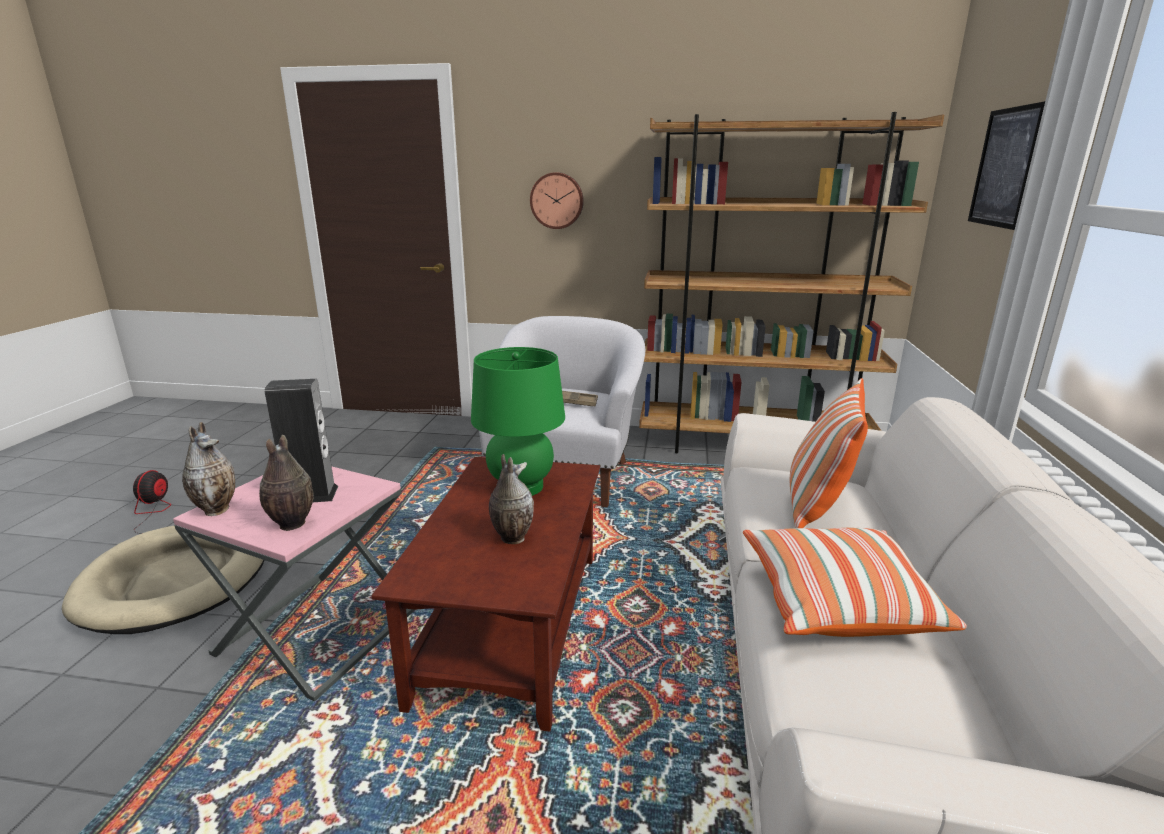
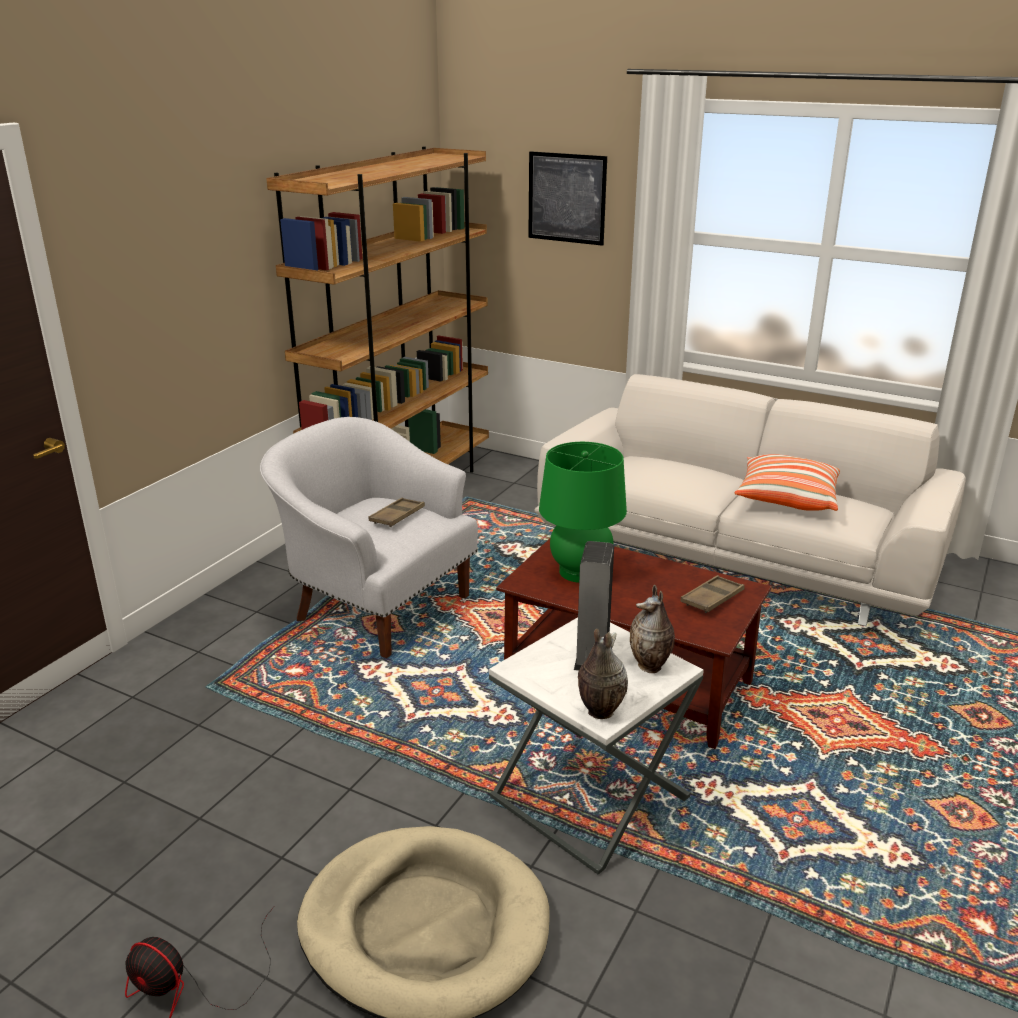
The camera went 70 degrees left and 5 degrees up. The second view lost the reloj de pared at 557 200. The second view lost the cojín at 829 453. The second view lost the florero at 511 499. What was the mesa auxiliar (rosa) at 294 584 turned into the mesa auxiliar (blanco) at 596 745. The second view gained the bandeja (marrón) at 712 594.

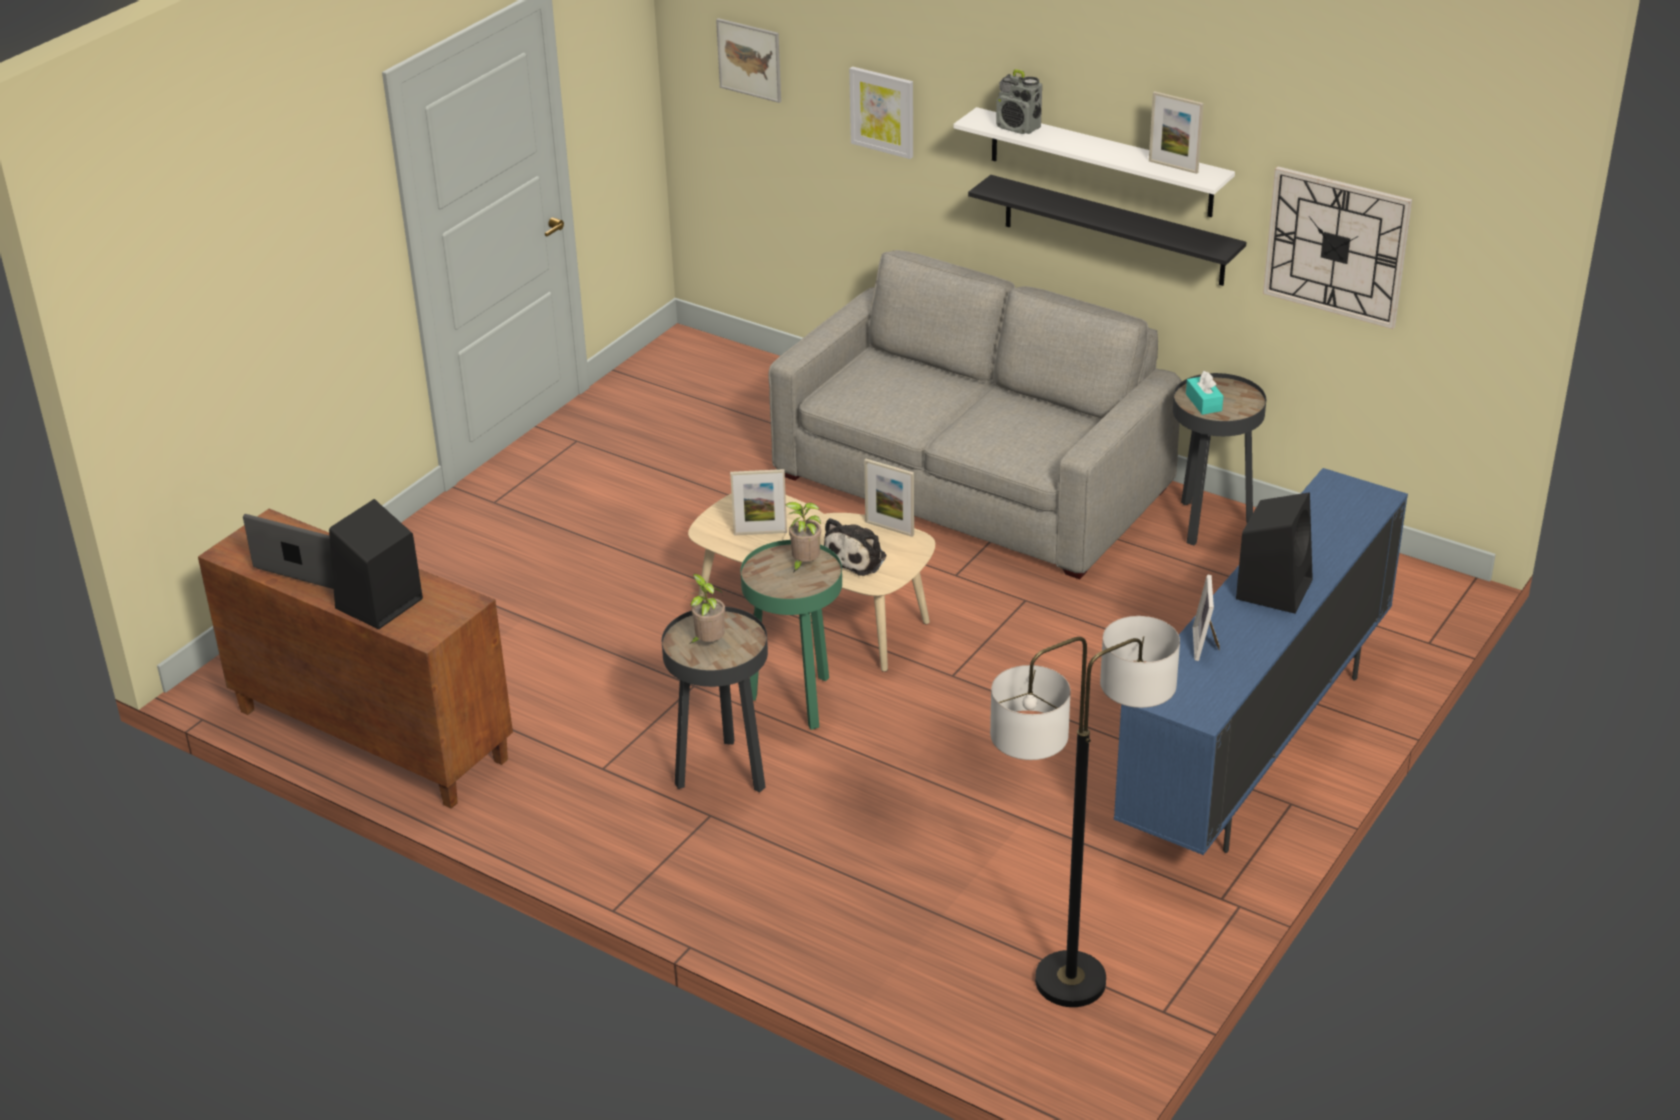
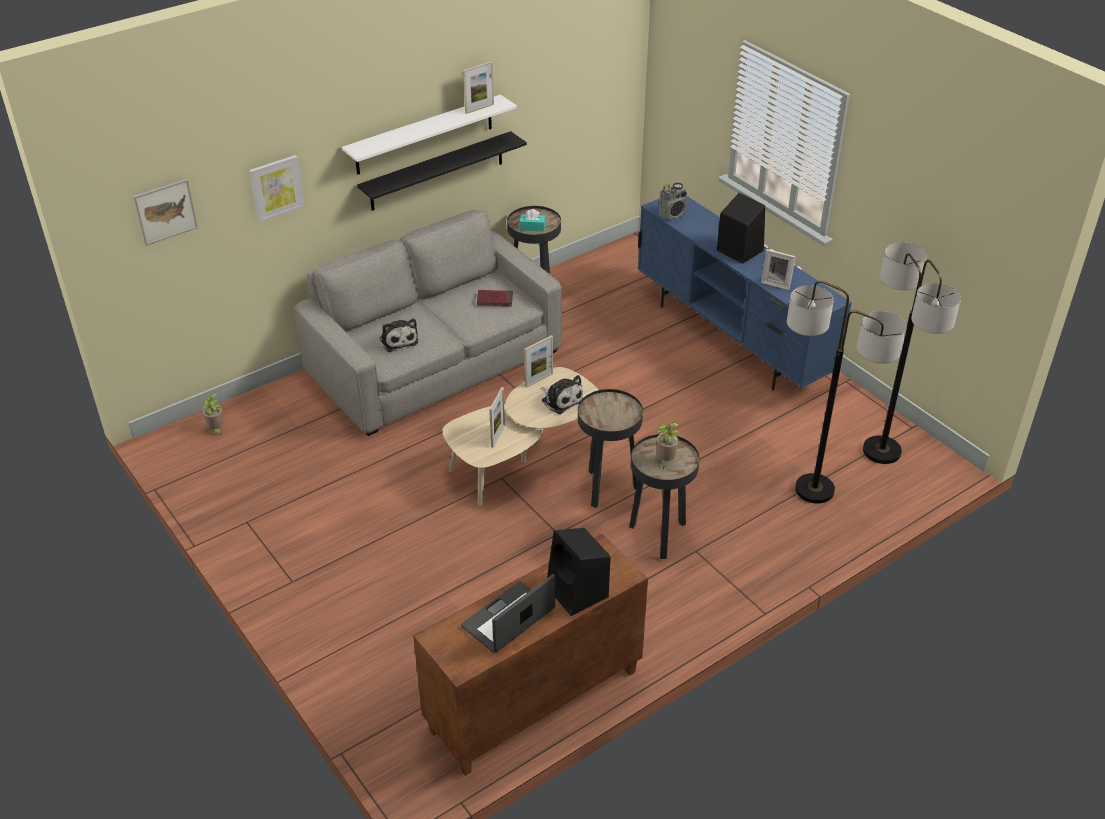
The camera went 70 degrees left and 5 degrees up. The radio ended up elsewhere, having gone from 1019 101 to 673 201. The second view lost the reloj de pared at 1337 247. The planta en maceta ended up elsewhere, having gone from 803 537 to 213 415. What was the mesa auxiliar (verde) at 791 635 turned into the mesa auxiliar (negro) at 610 448. The second view gained the lámpara de pie at 847 392. The second view gained the libro (rojo) at 495 298. The second view gained the peluche at 399 335.

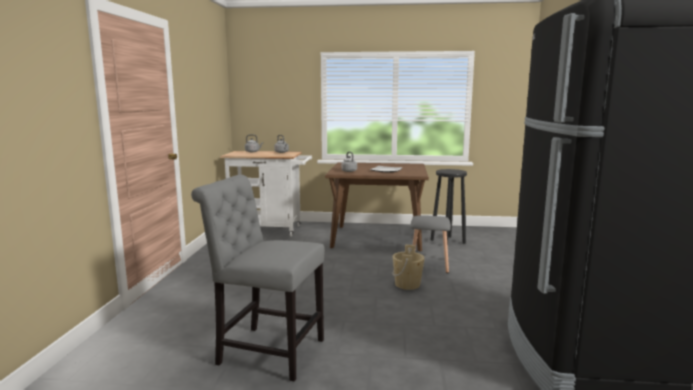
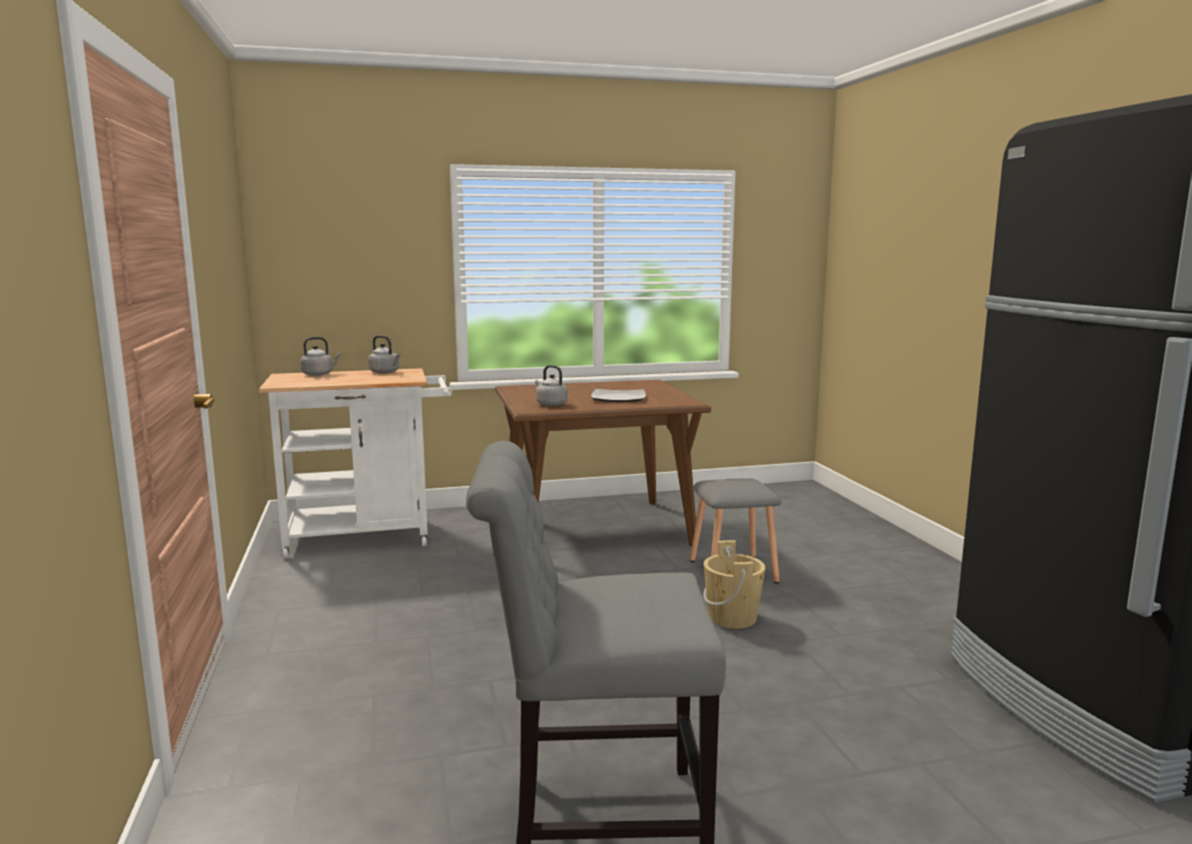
The camera went 20 degrees left and 0 degrees up. The second view lost the taburete (negro) at 449 208.

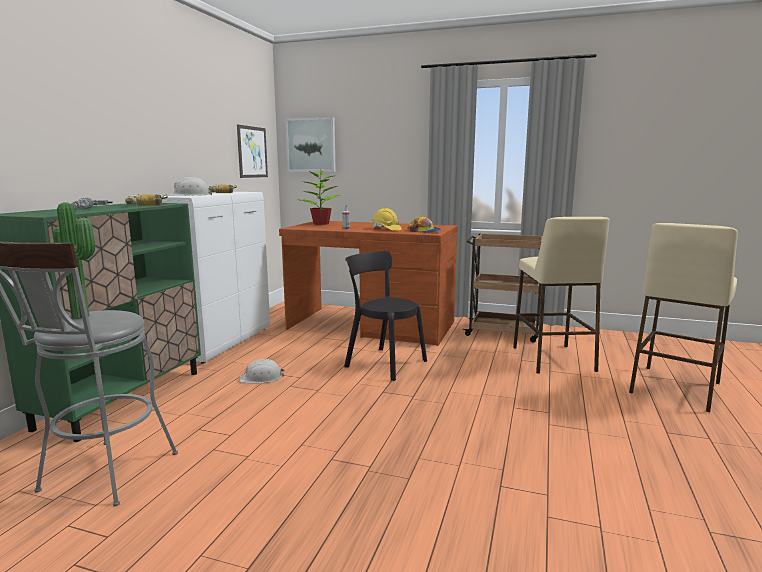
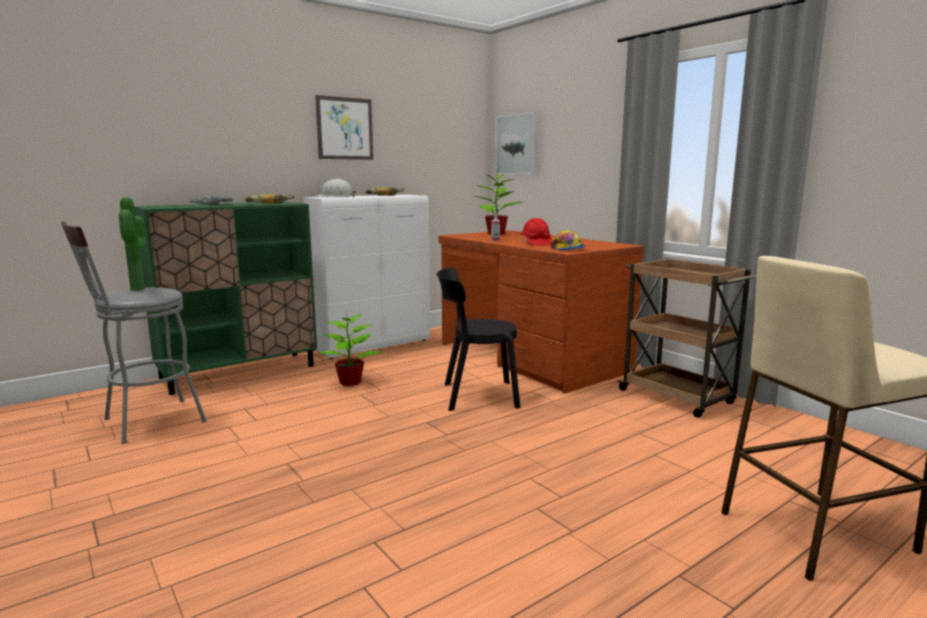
The camera went 35 degrees right and 0 degrees up. The cuadro ended up elsewhere, having gone from 252 151 to 344 127. What was the casco (amarillo) at 387 219 turned into the casco (rojo) at 536 232. The second view lost the taburete (beis) at 561 295. The silla (negro) at 385 316 ended up facing another way, 75 degrees counterclockwise from before. Where the casco (blanco) stood at 261 371, the planta en maceta came to stand at 351 348.

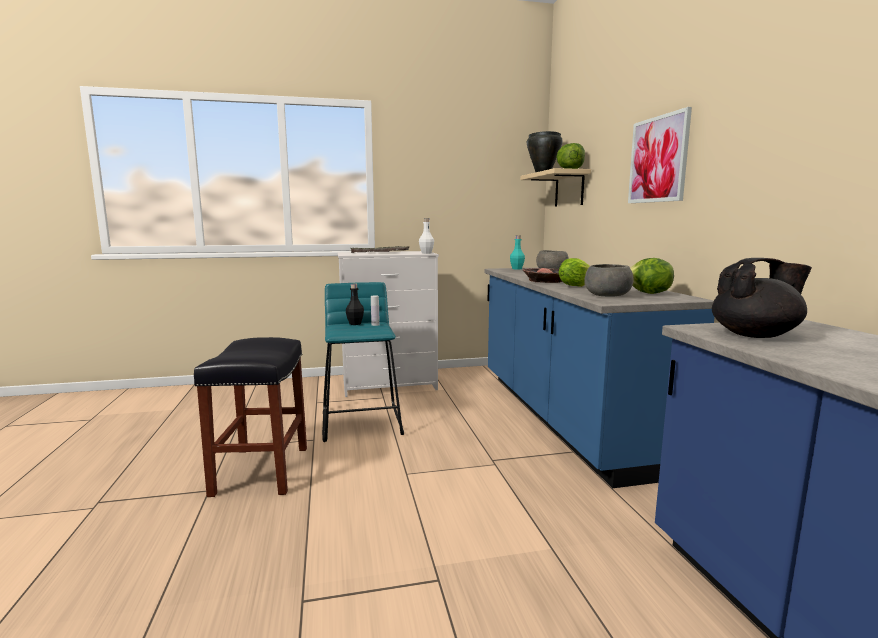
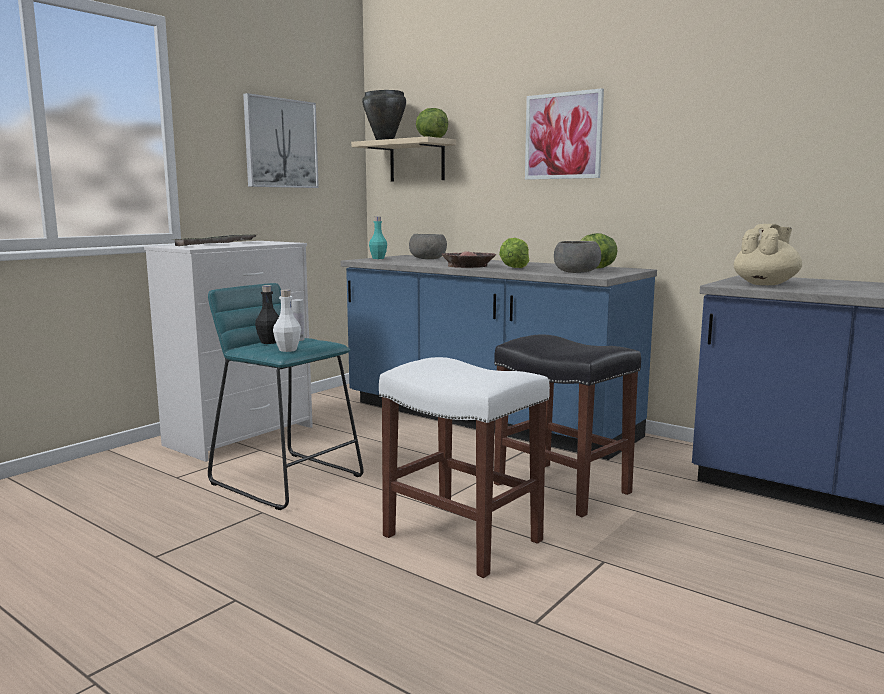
The camera went 40 degrees left and 0 degrees up. The botella (blanco) ended up elsewhere, having gone from 426 236 to 287 321. What was the tetera (negro) at 762 298 turned into the tetera (beis) at 768 254. The taburete (negro) ended up elsewhere, having gone from 250 417 to 567 425. The second view gained the cuadro at 281 140. The second view gained the taburete (blanco) at 464 467.

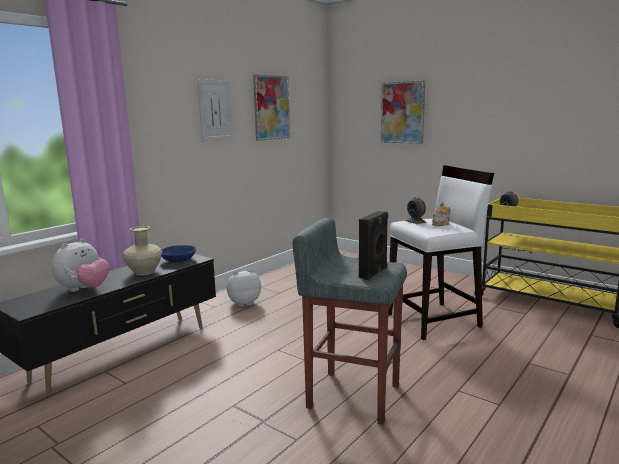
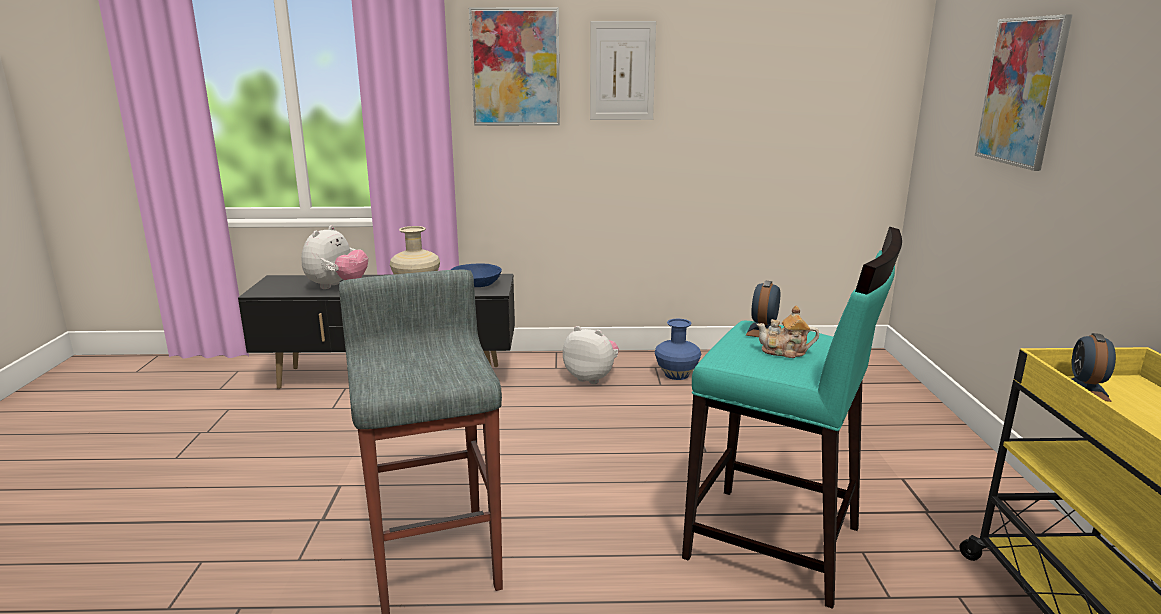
The camera went 50 degrees right and 5 degrees up. The cuadro ended up elsewhere, having gone from 271 108 to 514 67. What was the taburete (blanco) at 441 252 turned into the taburete (turquesa) at 792 418. The second view lost the altavoz (negro) at 373 245. The peluche at 81 265 ended up facing another way, 60 degrees counterclockwise from before. The second view gained the florero (azul) at 678 349.

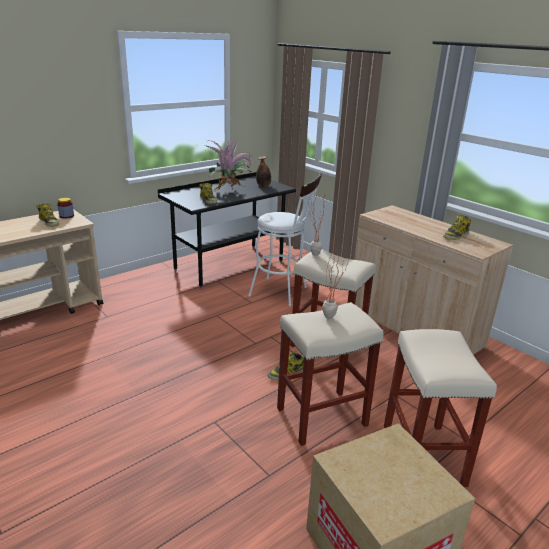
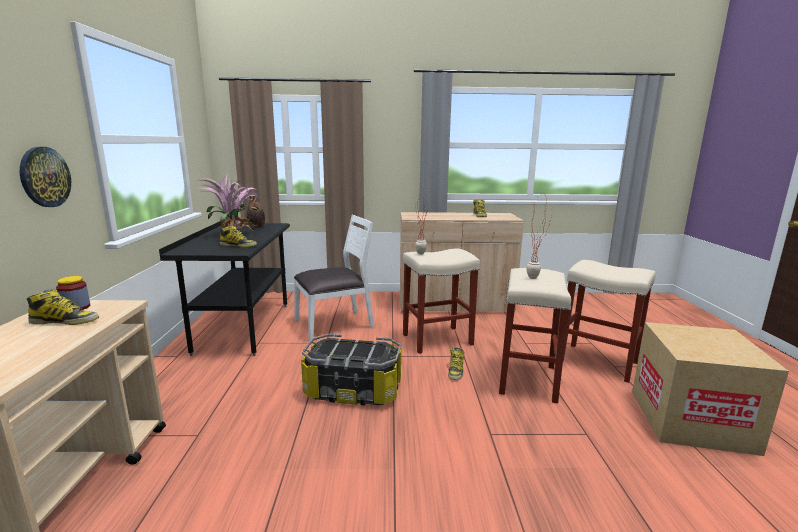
The camera went 50 degrees left and 10 degrees down. Where the taburete (blanco) stood at 285 240, the silla (blanco) came to stand at 334 278. The second view gained the reloj de pared at 45 177. The second view gained the caja de almacenaje at 351 370.

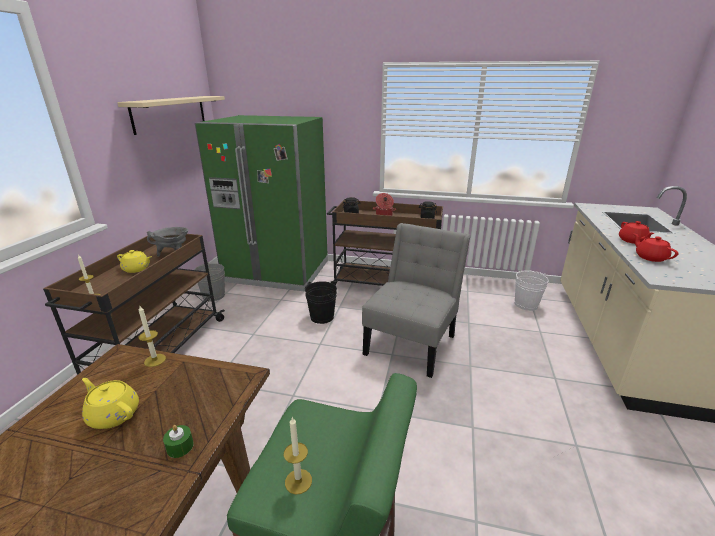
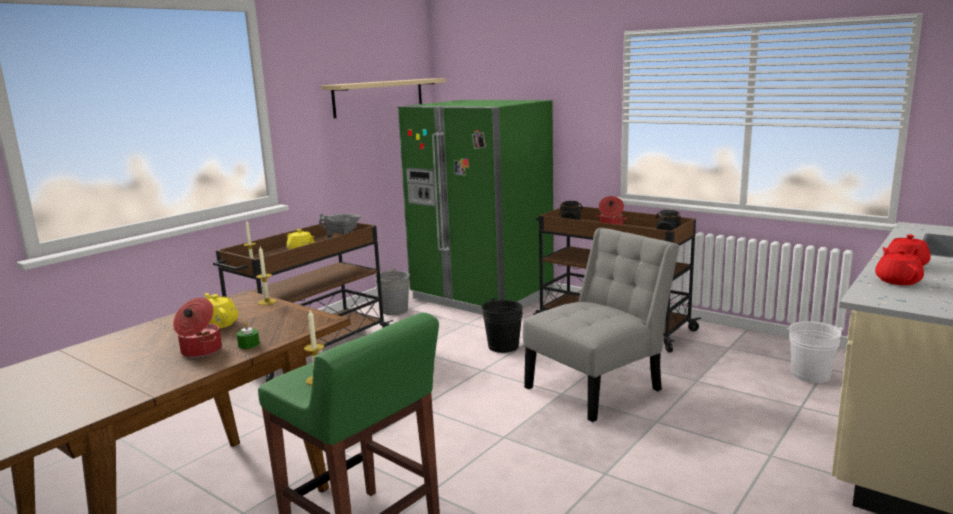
The camera went 25 degrees right and 10 degrees down. The second view gained the olla at 197 328.

